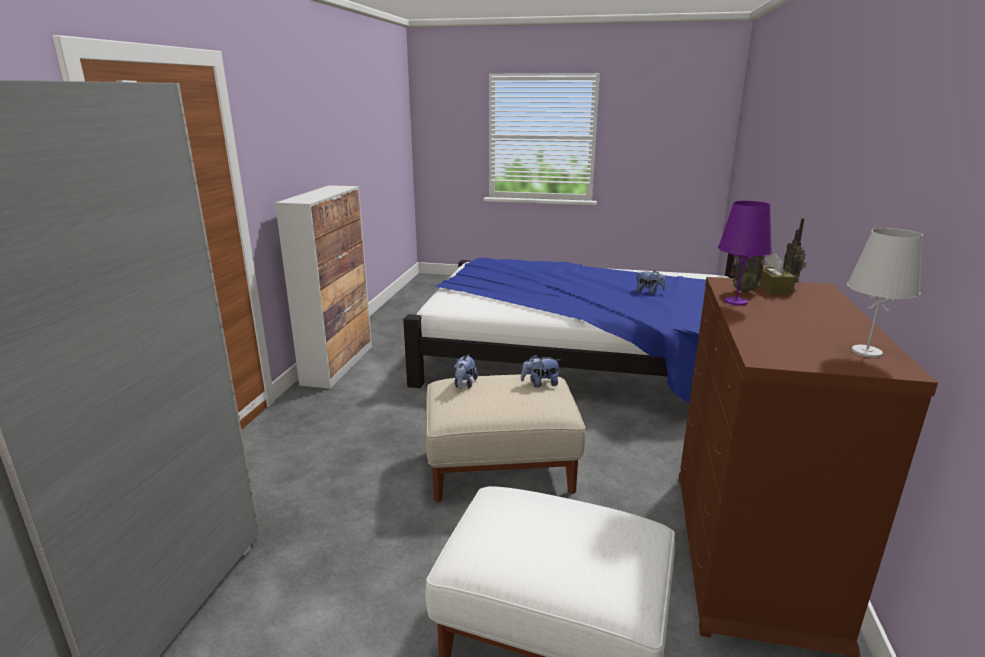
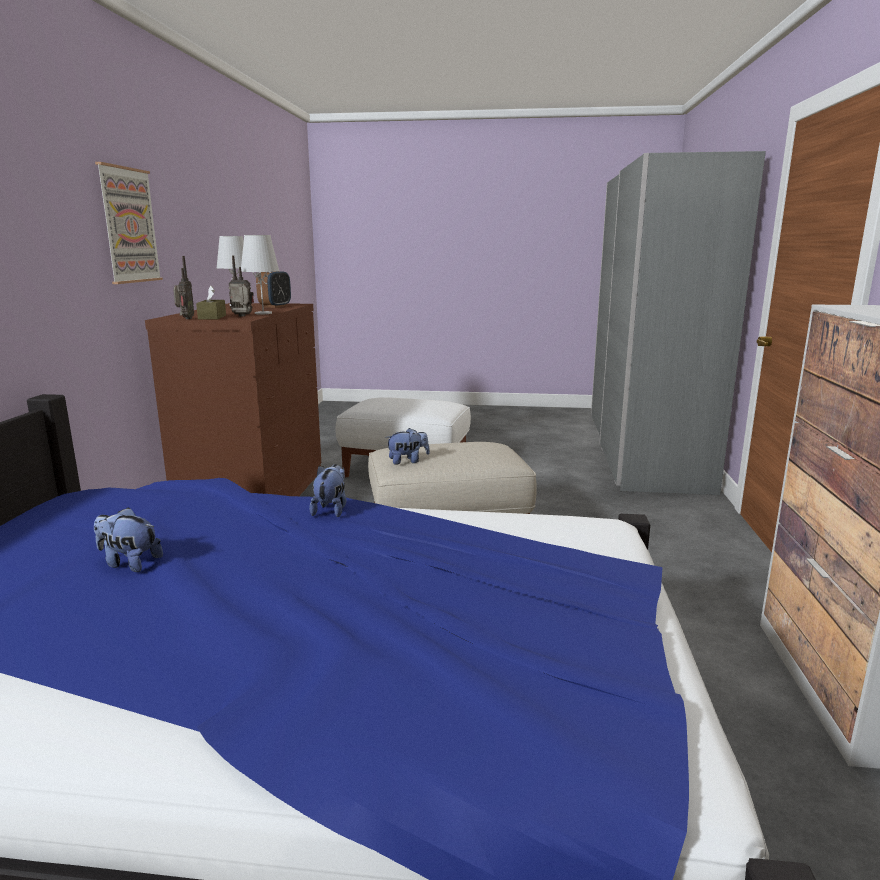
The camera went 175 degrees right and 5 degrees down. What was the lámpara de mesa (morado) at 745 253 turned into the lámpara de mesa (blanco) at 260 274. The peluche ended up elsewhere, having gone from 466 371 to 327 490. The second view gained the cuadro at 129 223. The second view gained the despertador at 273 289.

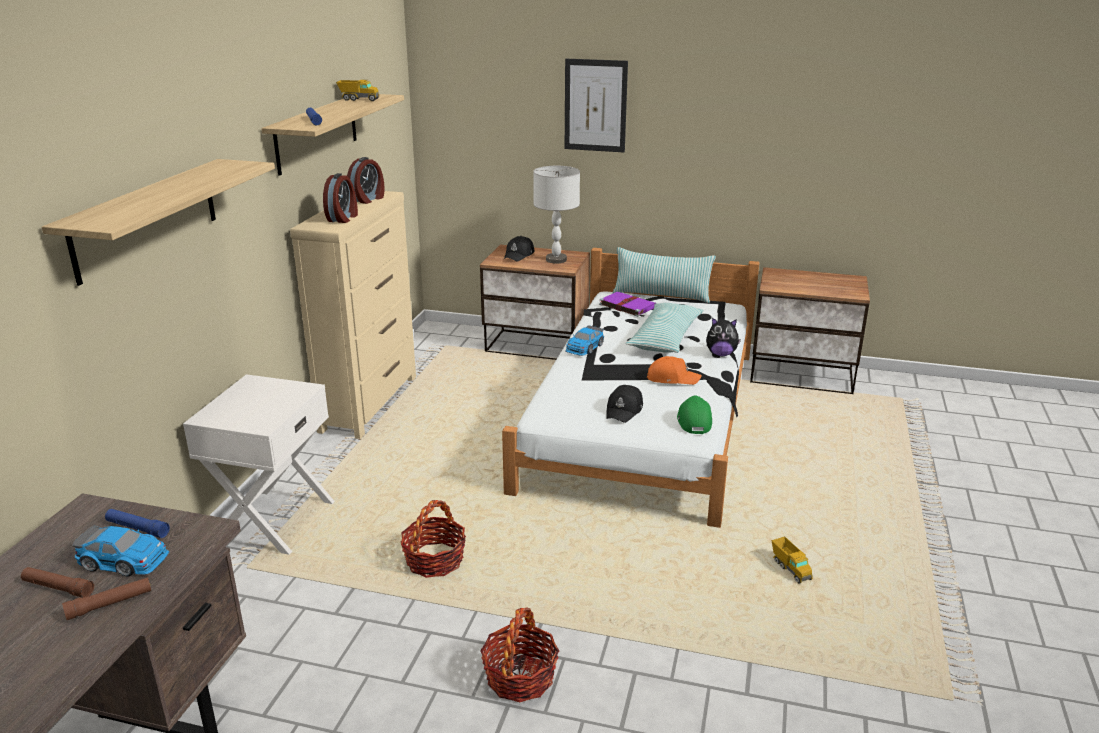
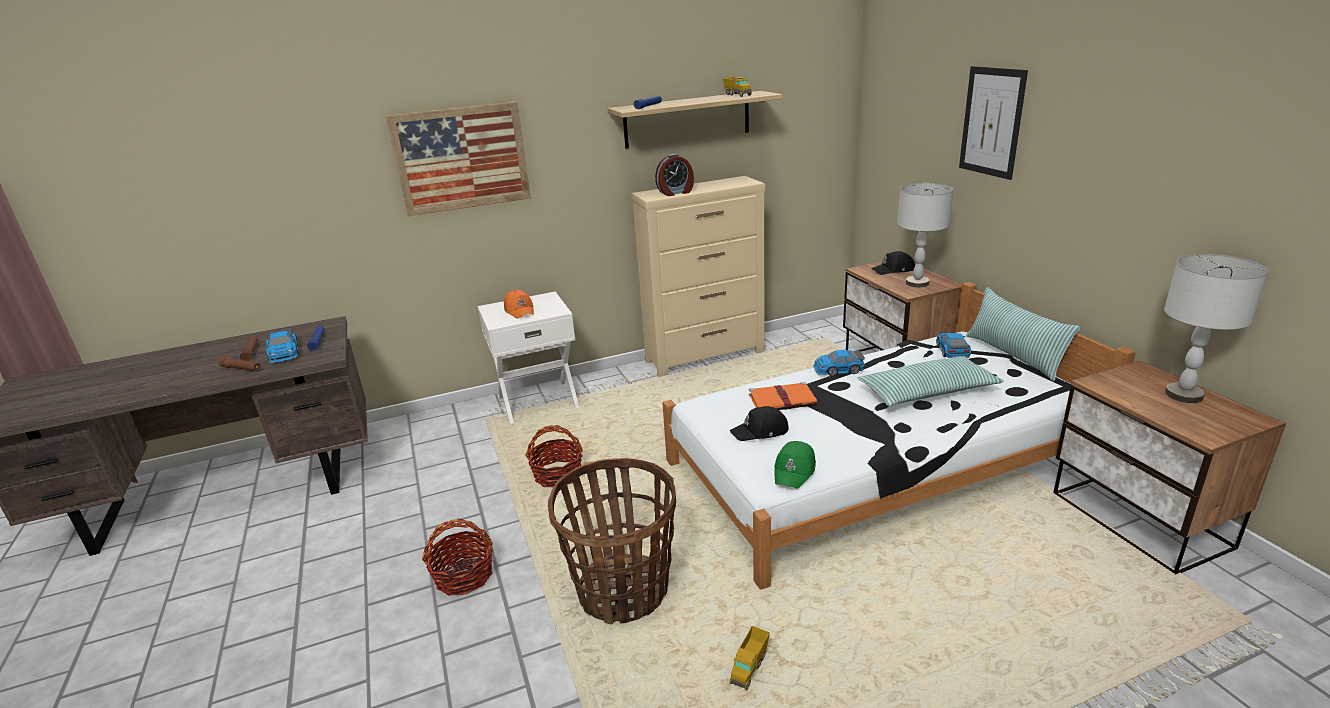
The camera went 55 degrees right and 0 degrees up. The second view lost the despertador at 366 180. Where the estante hung at 158 222, the cuadro came to hang at 458 159. Where the libro (morado) stood at 627 304, the coche de juguete came to stand at 953 345. The second view lost the peluche at 723 337. The gorra (naranja) ended up elsewhere, having gone from 674 370 to 519 304. The gorra (verde) at 694 414 ended up facing another way, 150 degrees clockwise from before. The second view gained the lámpara de mesa (gris) at 1216 328. The second view gained the libro (naranja) at 783 396. The second view gained the cesta at 612 541.

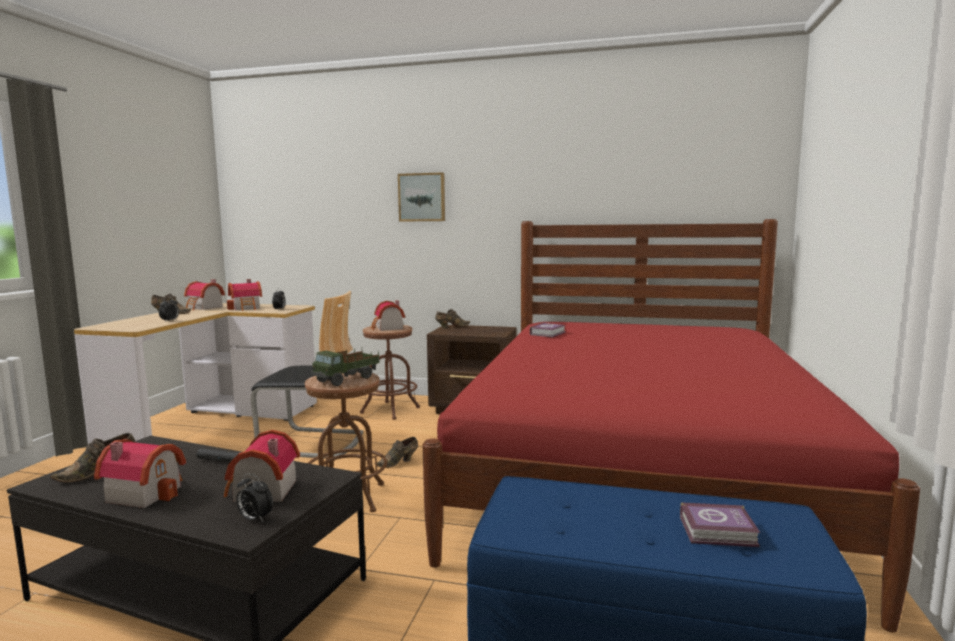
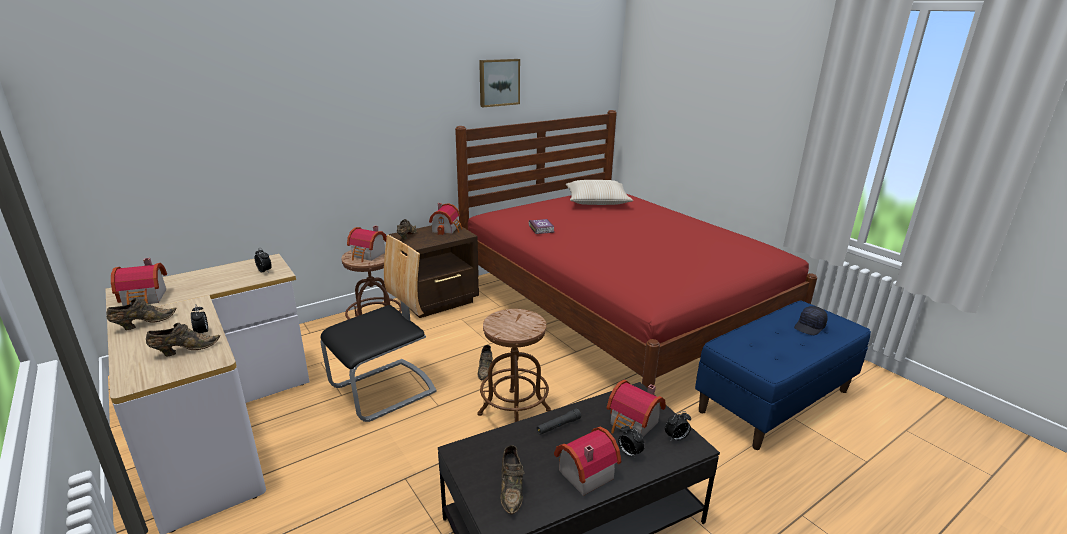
The camera went 50 degrees left and 15 degrees up. The cuadro ended up elsewhere, having gone from 421 197 to 499 83. The casita ended up elsewhere, having gone from 244 295 to 445 219. The second view lost the camión de juguete at 345 367. Where the libro stood at 720 524, the gorra (negro) came to stand at 811 320. The second view gained the cojín (beis) at 599 192. The second view gained the zapato (marrón) at 183 339. The second view gained the despertador at 631 441.

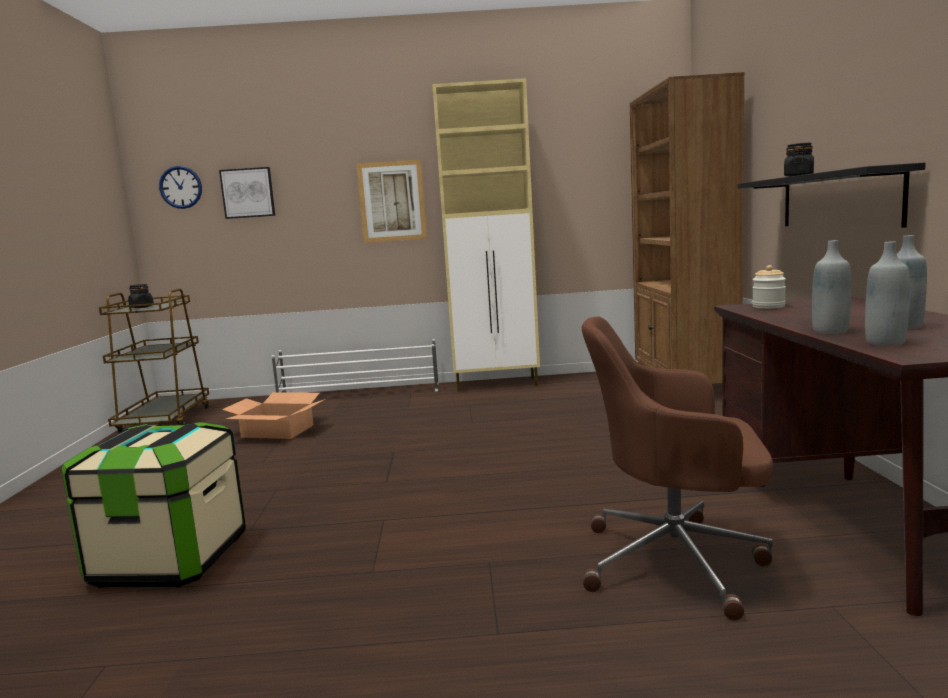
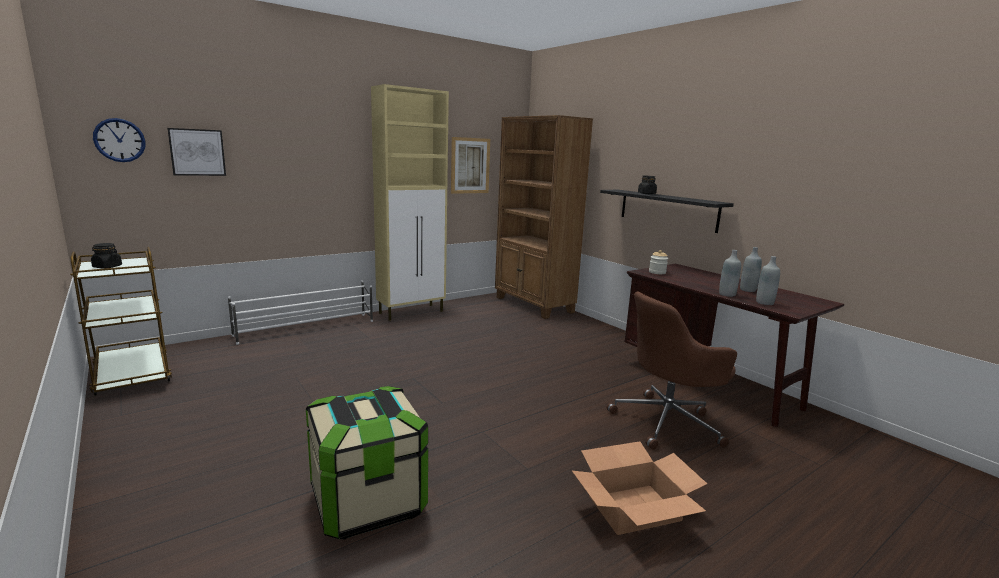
The camera went 35 degrees left and 5 degrees up. The cuadro ended up elsewhere, having gone from 391 201 to 470 165. The caja de cartón ended up elsewhere, having gone from 273 415 to 639 488.

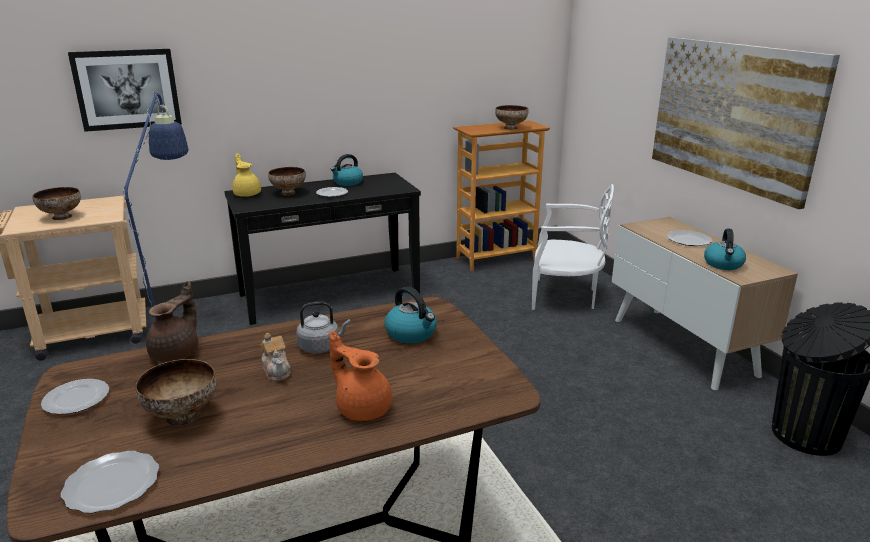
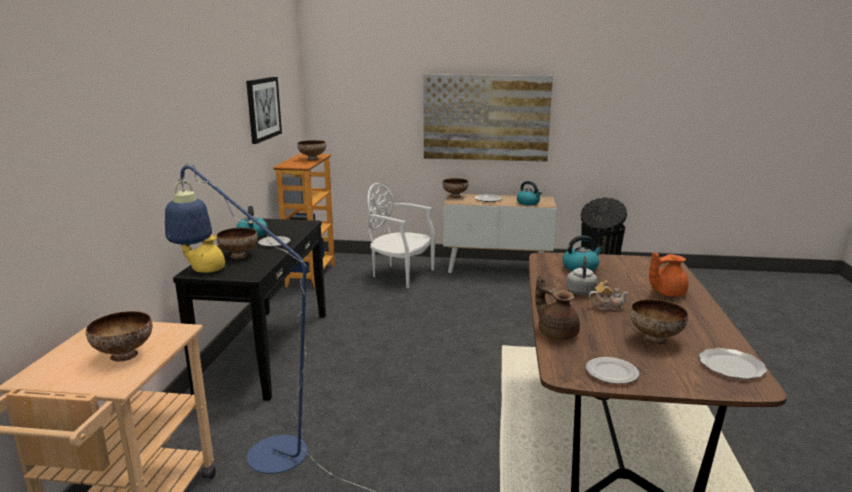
The camera went 60 degrees left and 5 degrees down. The cuadro ended up elsewhere, having gone from 125 90 to 264 110. The silla (blanco) at 573 247 ended up facing another way, 105 degrees counterclockwise from before. The second view gained the cuenco at 456 188.

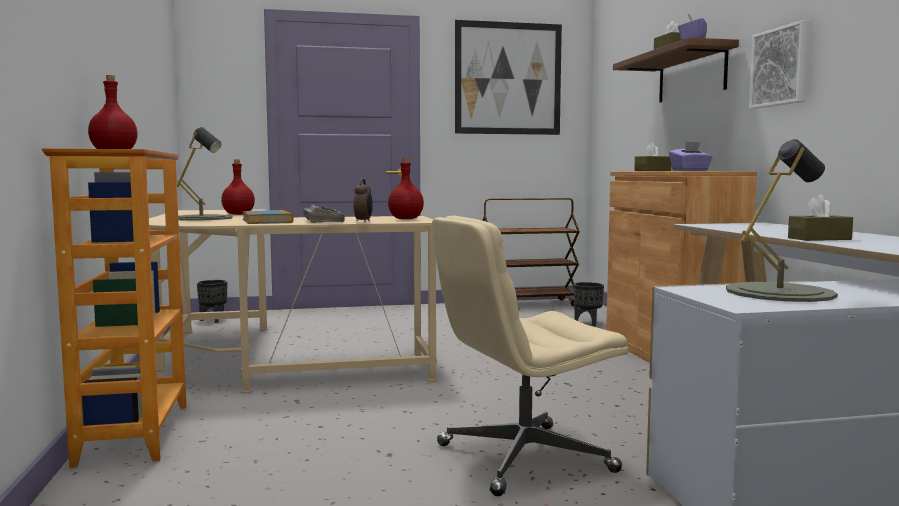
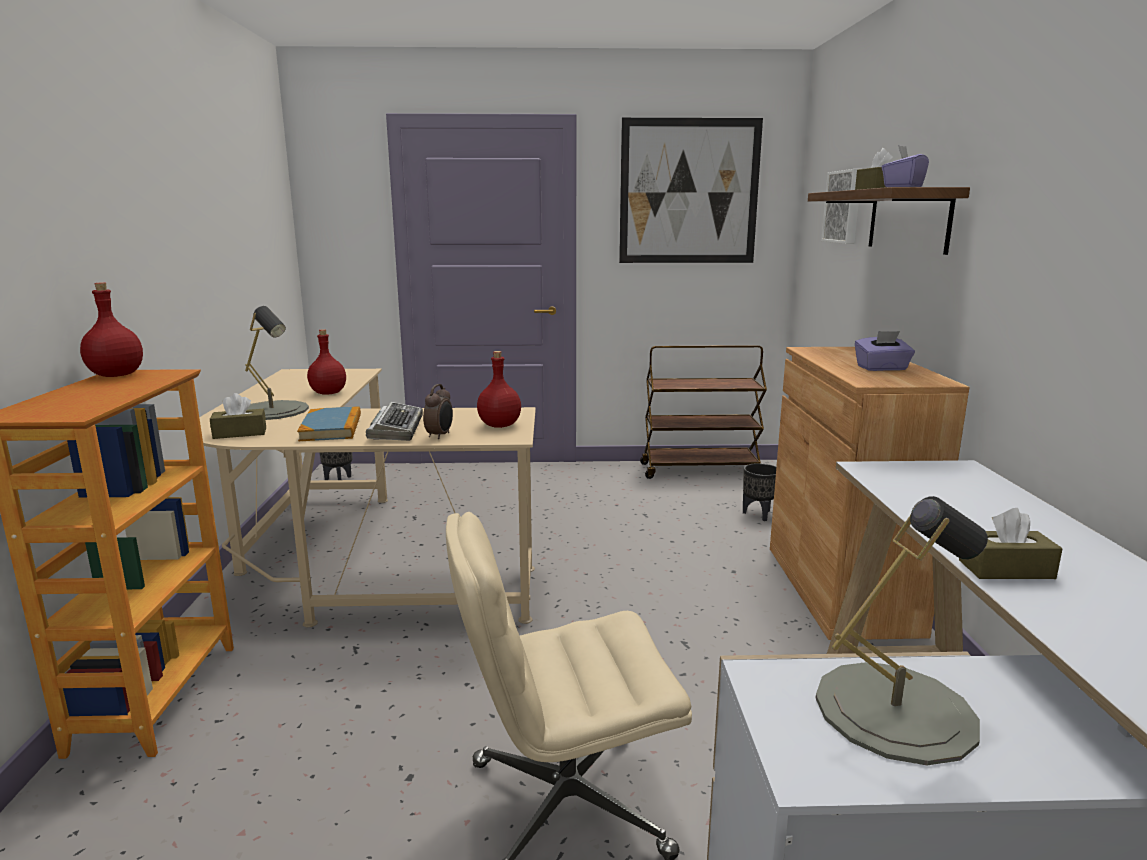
The camera went 10 degrees right and 10 degrees up. The cuadro ended up elsewhere, having gone from 779 64 to 840 206. The caja de pañuelos (marrón) ended up elsewhere, having gone from 652 157 to 238 416.

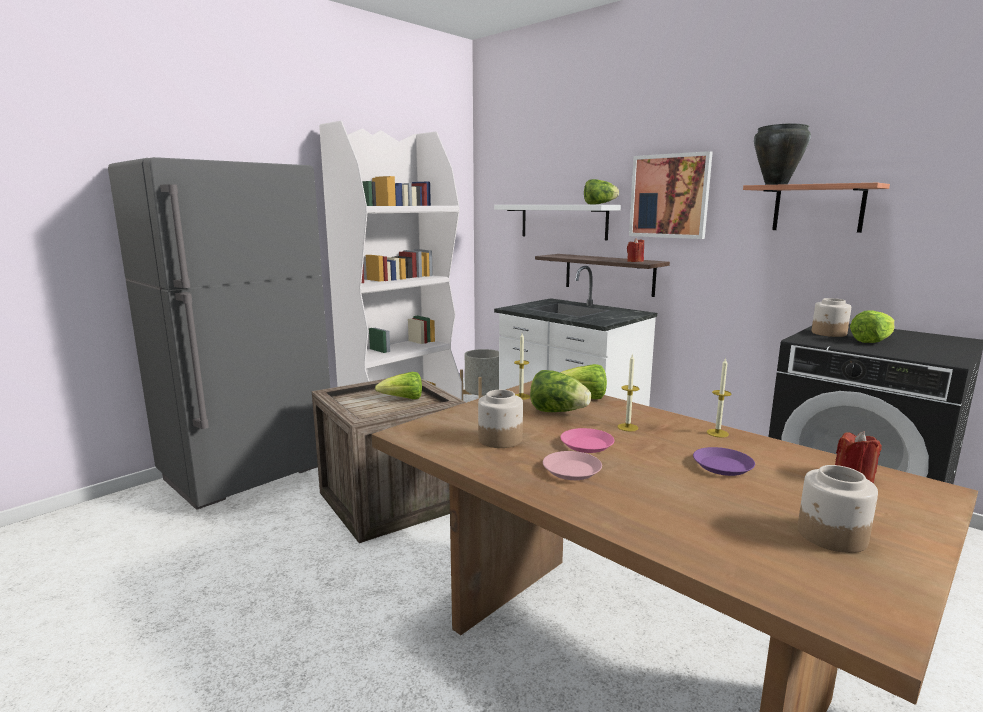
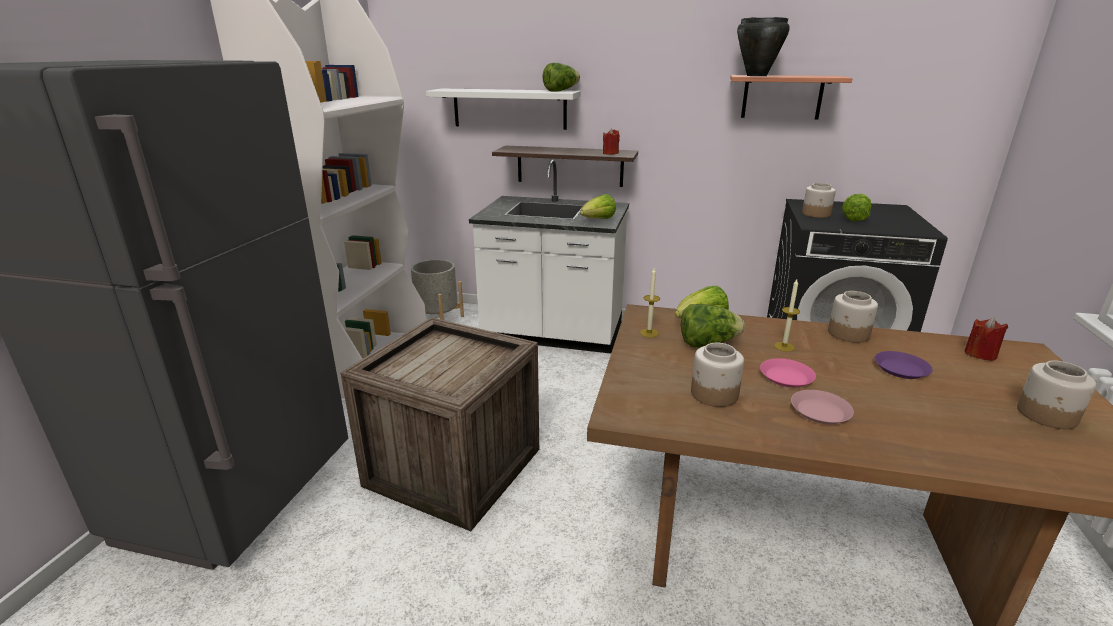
The camera went 30 degrees left and 10 degrees up. The second view lost the cuadro at 671 195. Where the vela stood at 719 397, the tarro came to stand at 853 317. The lechuga ended up elsewhere, having gone from 398 385 to 598 206.

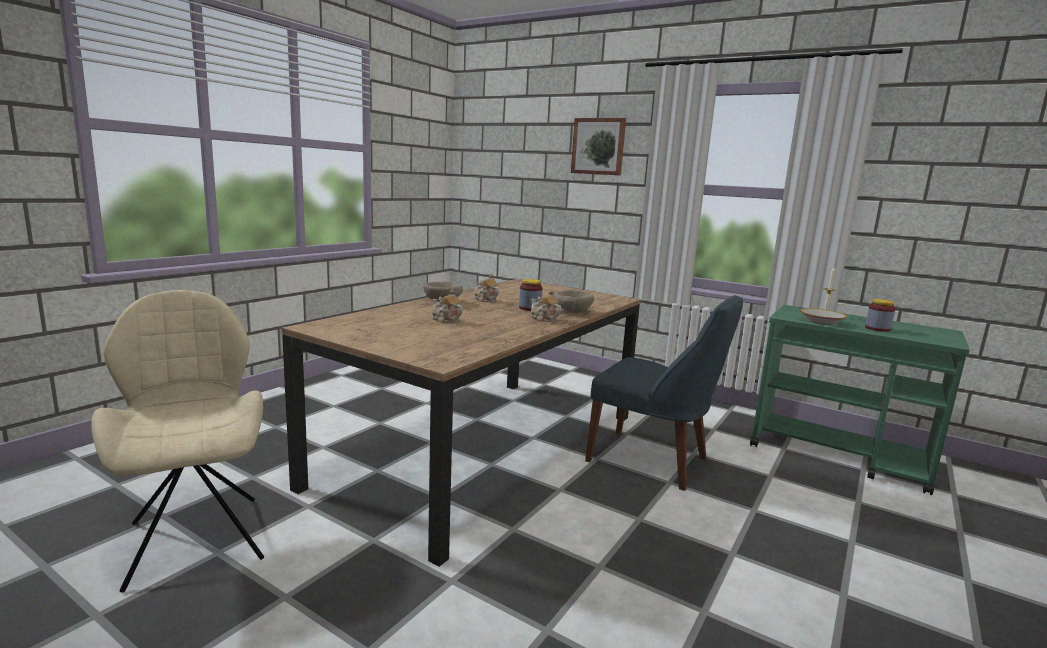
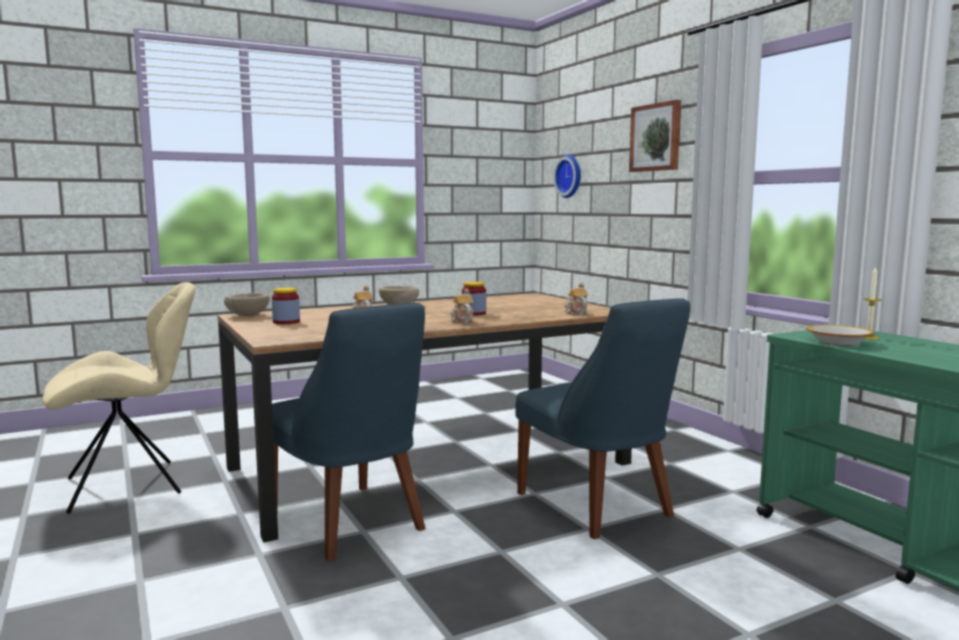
The camera went 30 degrees right and 5 degrees down. The tetera ended up elsewhere, having gone from 486 288 to 576 298. The silla (beis) at 177 441 ended up facing another way, 60 degrees clockwise from before. The cuenco (beis) ended up elsewhere, having gone from 574 301 to 247 304. The tarro ended up elsewhere, having gone from 880 315 to 286 306. The second view gained the reloj de pared at 567 176. The second view gained the silla (azul) at 349 432.

